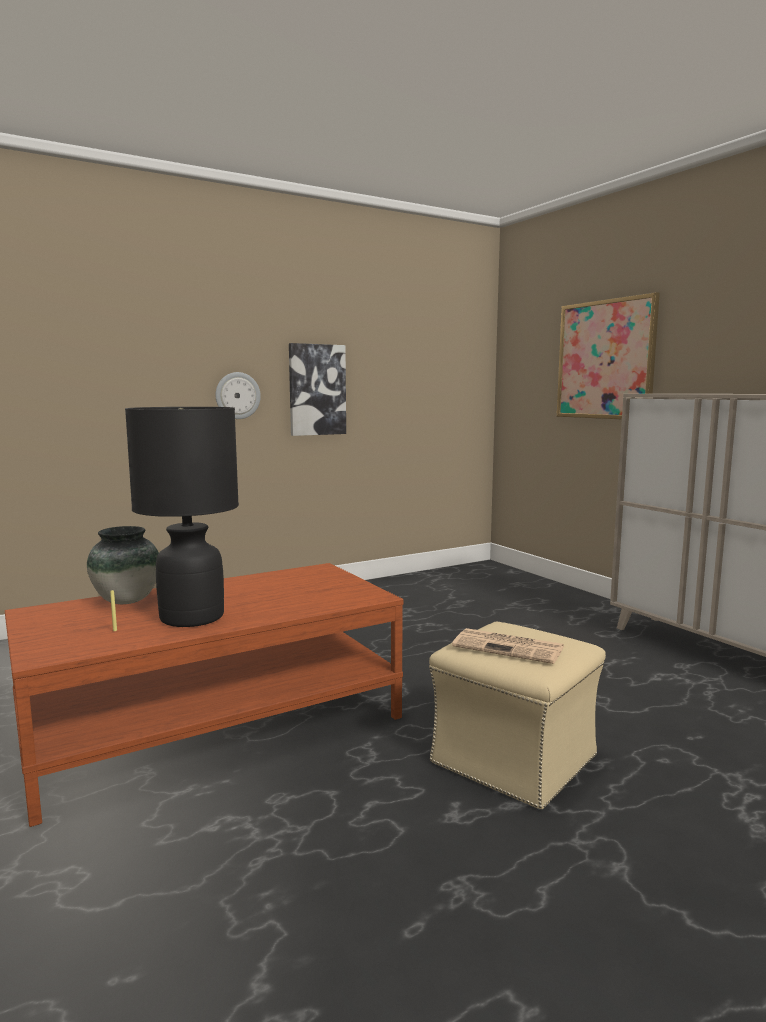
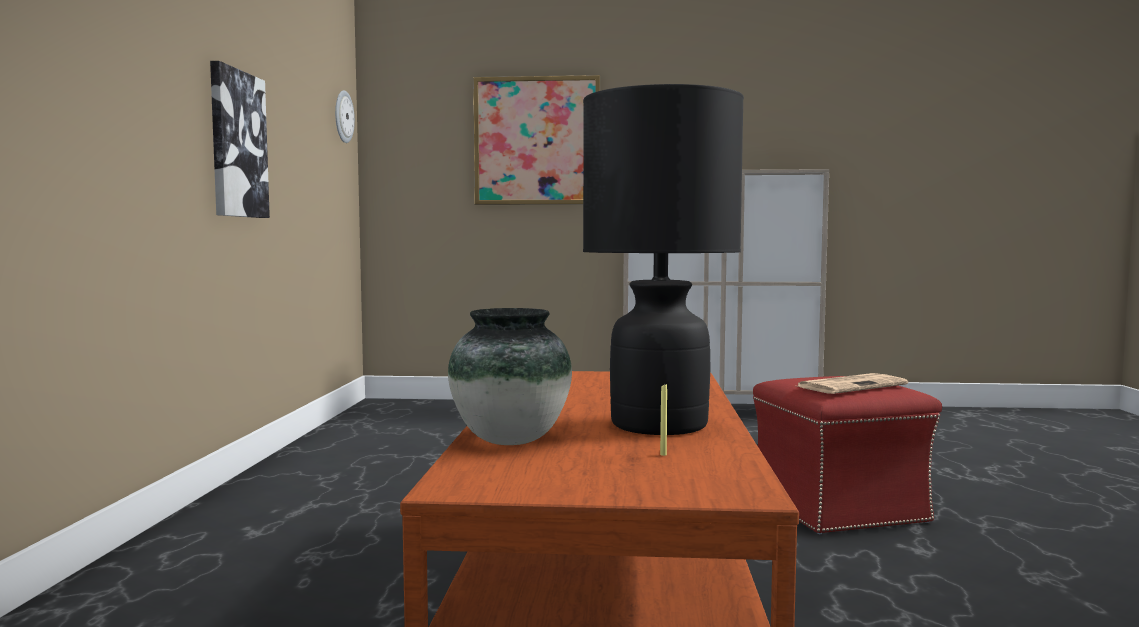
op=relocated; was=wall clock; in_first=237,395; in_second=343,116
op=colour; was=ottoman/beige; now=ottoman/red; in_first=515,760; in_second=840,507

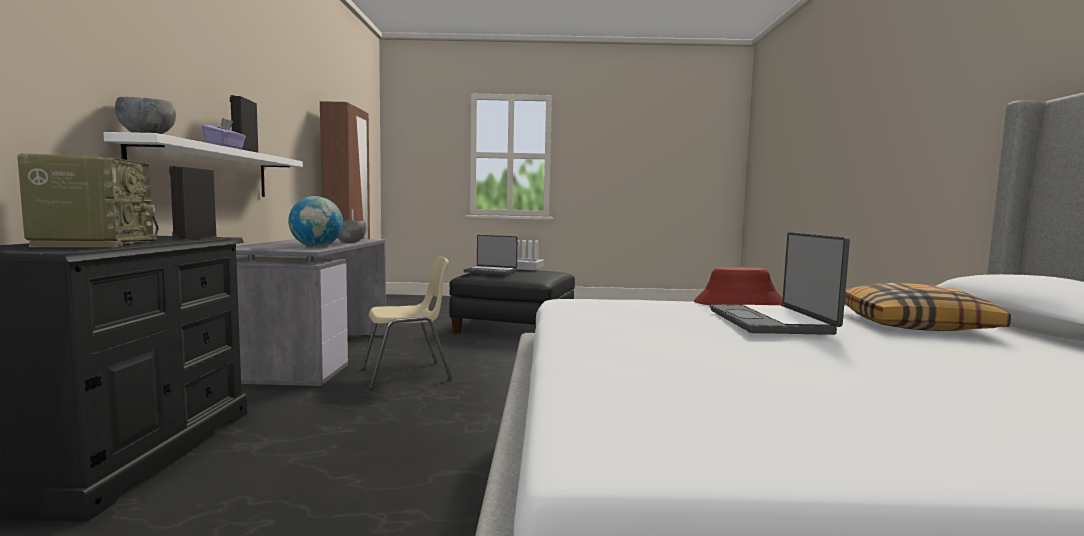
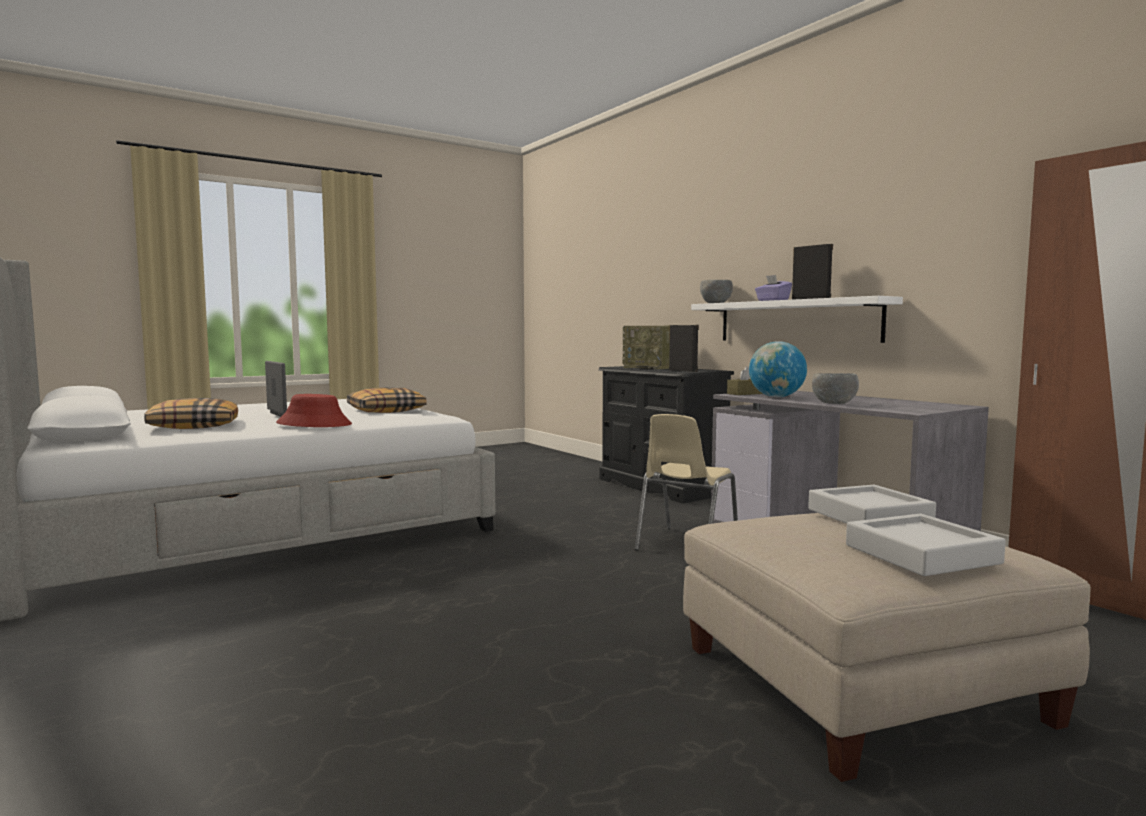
op=exchanged; was=laptop; now=tray/grey; in_first=491,271; in_second=869,516
op=colour; was=ottoman/black; now=ottoman/beige; in_first=515,327; in_second=859,684
op=appeared; now=tissue box/brown; in_second=745,393
op=appeared; now=pillow; in_second=385,411

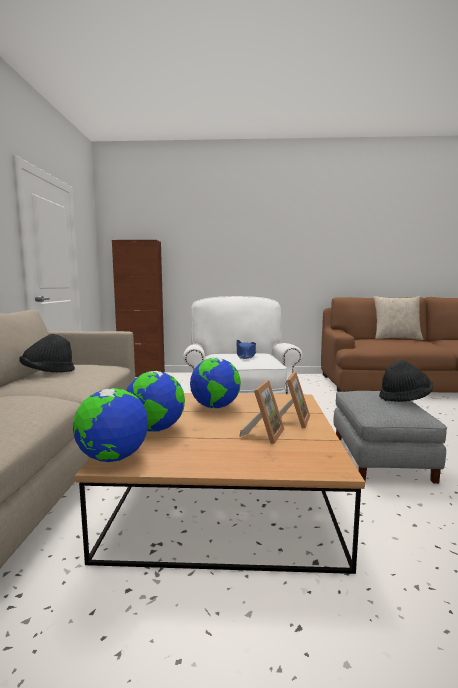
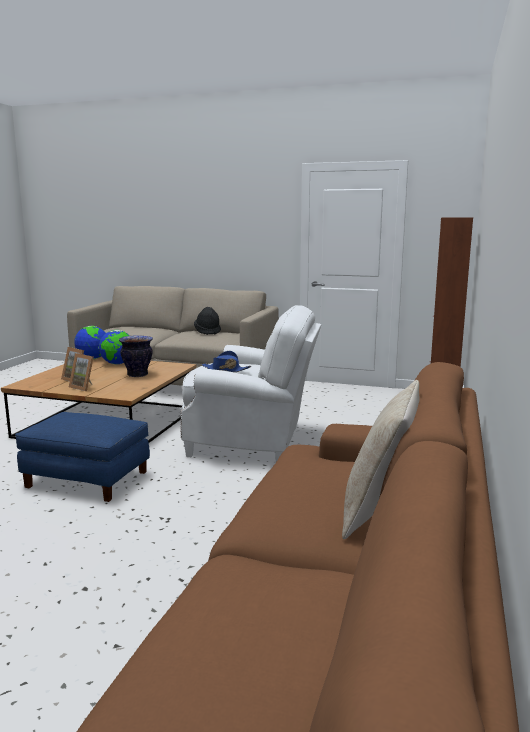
op=exchanged; was=globe; now=vase; in_first=215,407; in_second=138,375
op=missing; was=hat/black; in_first=404,398
op=colour; was=ottoman/grey; now=ottoman/blue; in_first=379,458; in_second=88,479

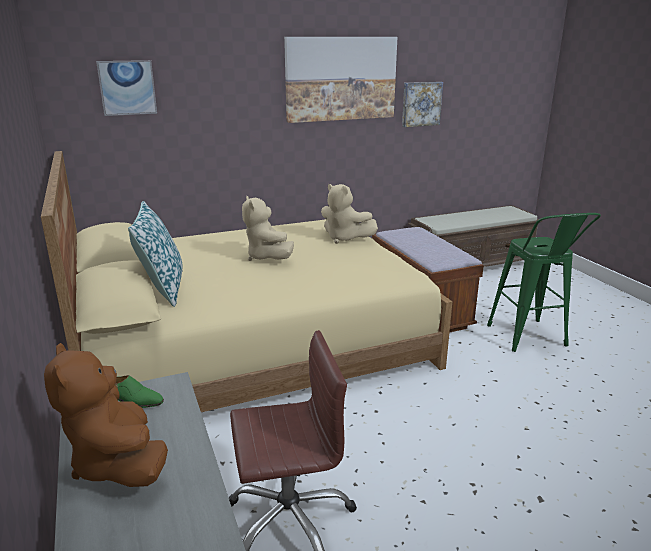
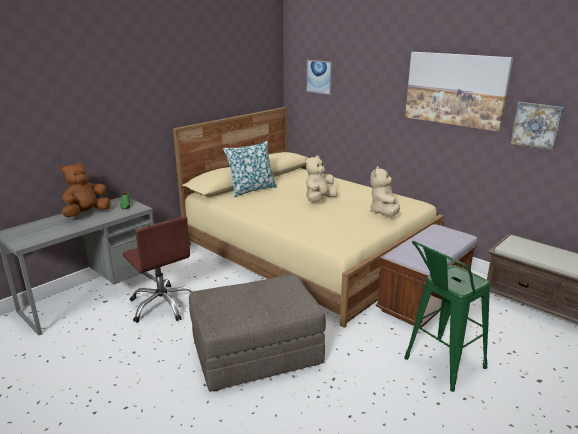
op=appeared; now=ottoman/grey; in_second=257,353

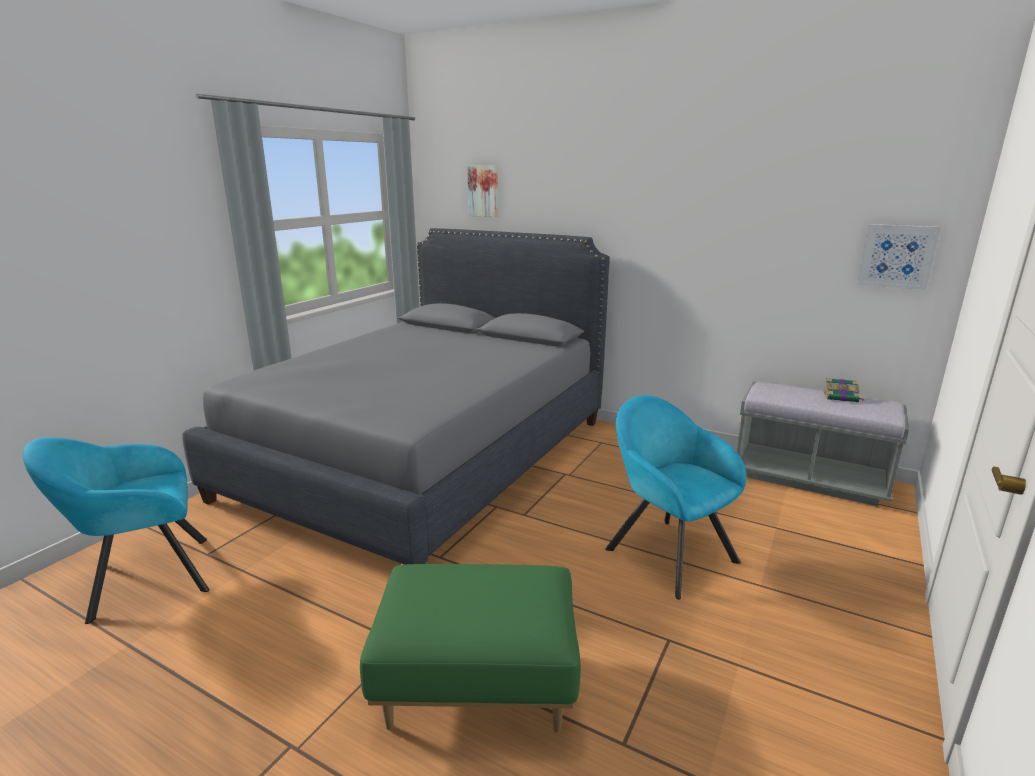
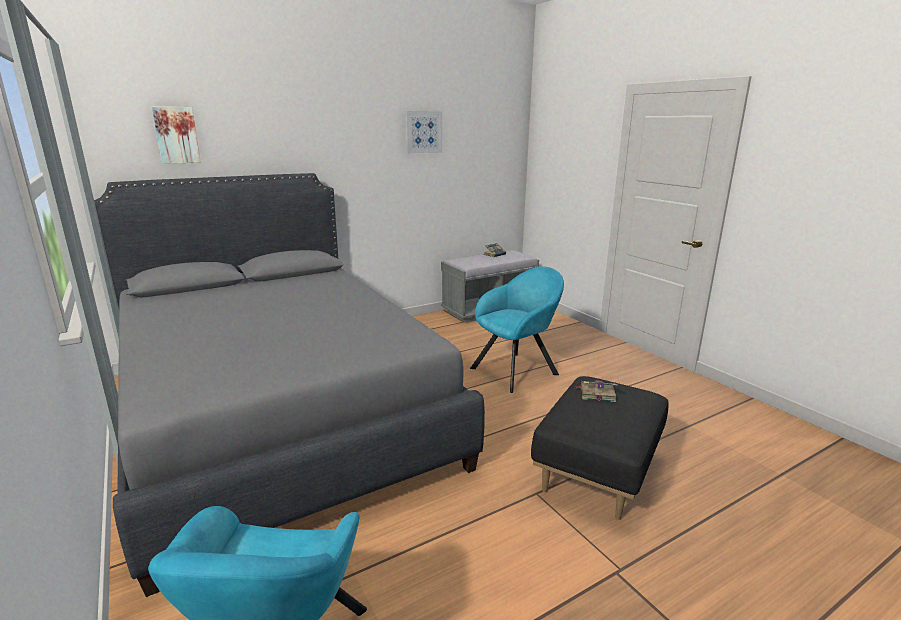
op=relocated; was=picture; in_first=897,256; in_second=423,132
op=spun; was=armchair/turquoise; in_first=666,551; in_second=517,370; clockwise=150
op=colour; was=ottoman/green; now=ottoman/black; in_first=476,688; in_second=598,473
op=appeared; now=book; in_second=596,393

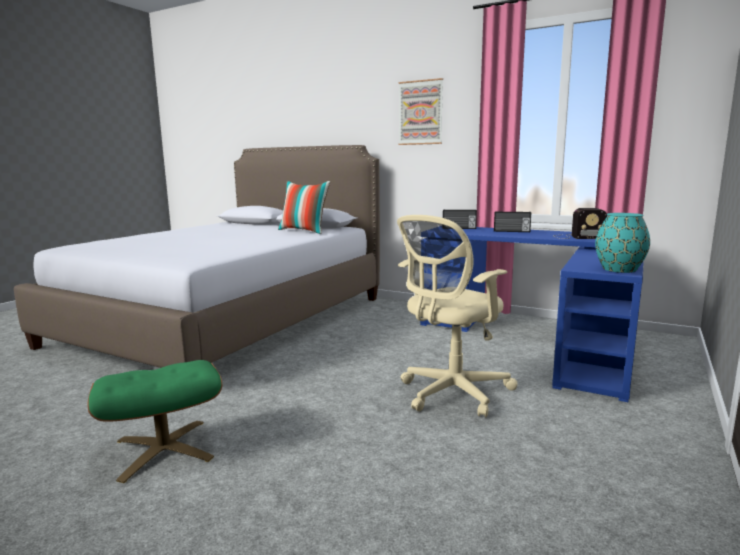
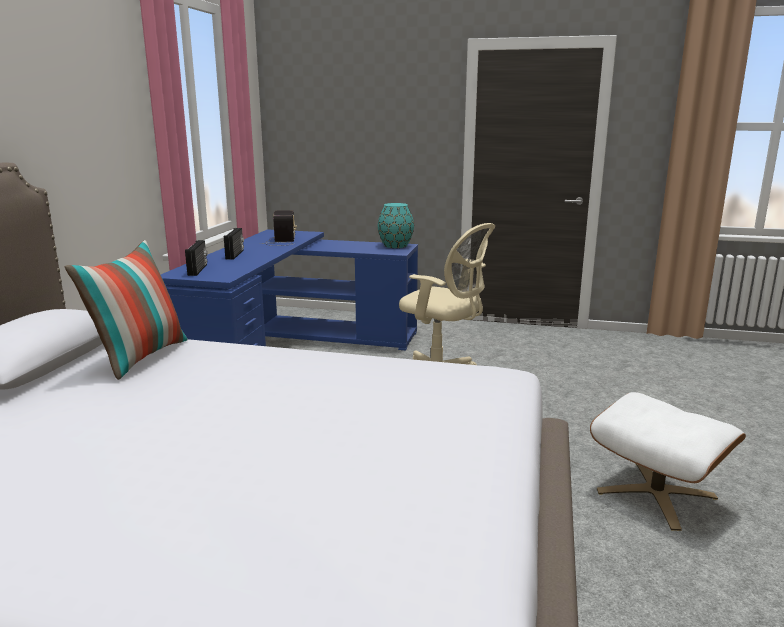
op=missing; was=picture; in_first=420,112
op=colour; was=ottoman/green; now=ottoman/white; in_first=164,450; in_second=656,494

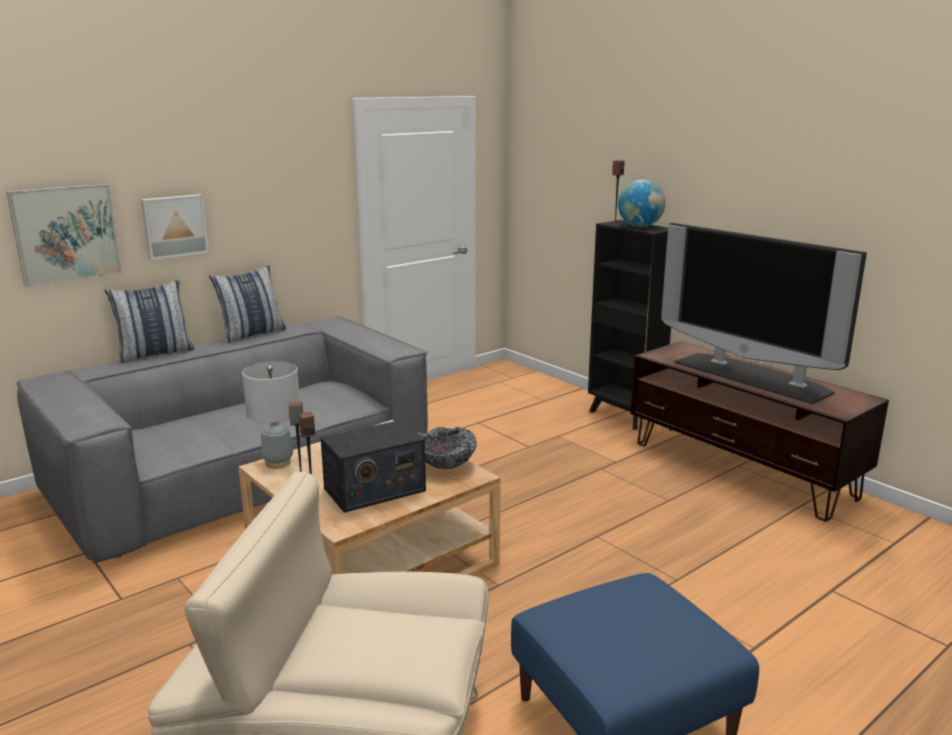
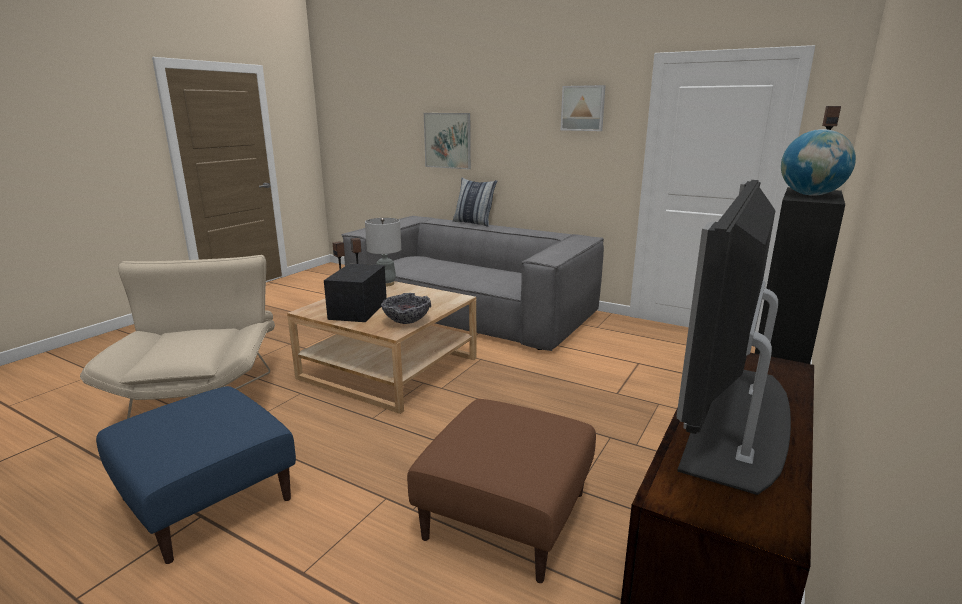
op=relocated; was=picture; in_first=174,226; in_second=583,108
op=missing; was=pillow; in_first=252,334
op=spun; was=radio; in_first=374,490; in_second=358,310; clockwise=60
op=appeared; now=ottoman/brown; in_second=506,516

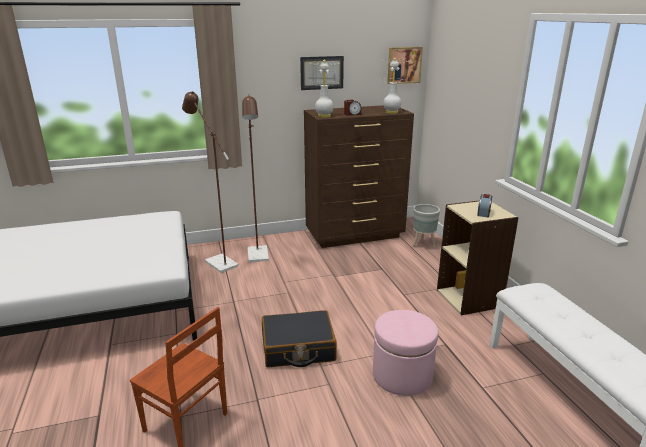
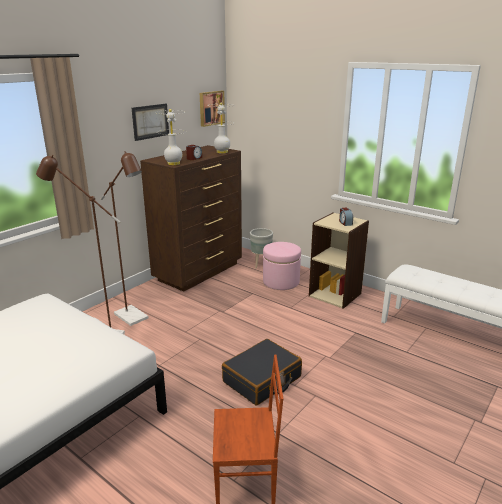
op=relocated; was=ottoman/pink; in_first=402,375; in_second=281,282

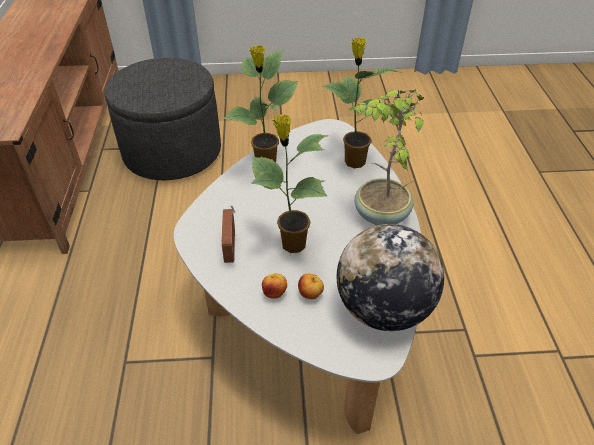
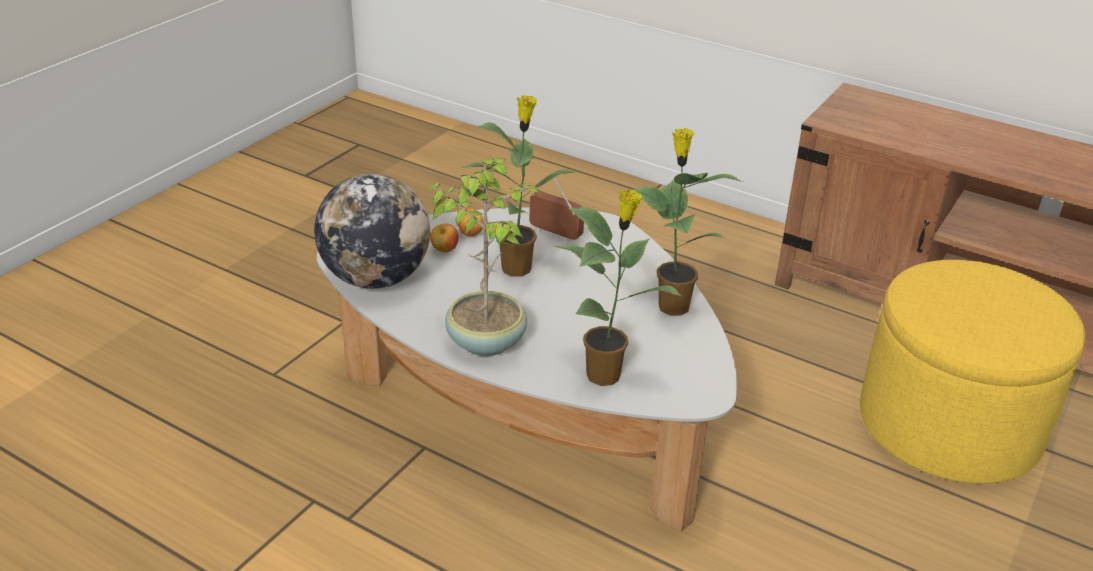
op=colour; was=ottoman/grey; now=ottoman/yellow; in_first=172,152; in_second=949,425

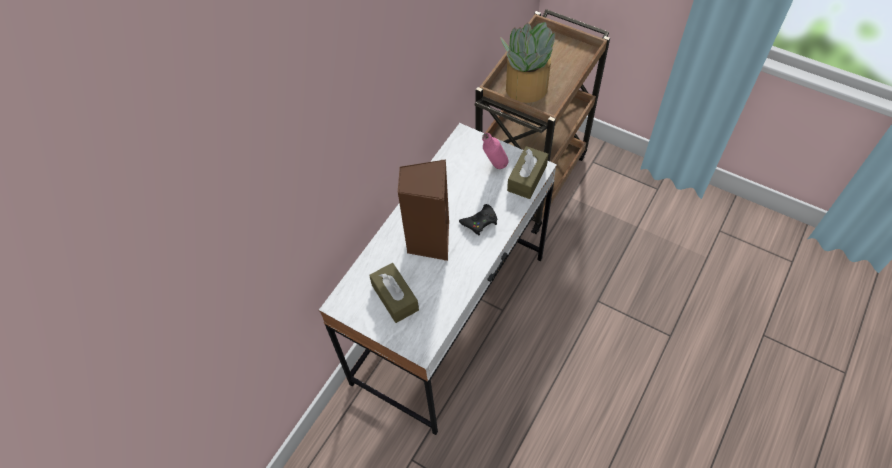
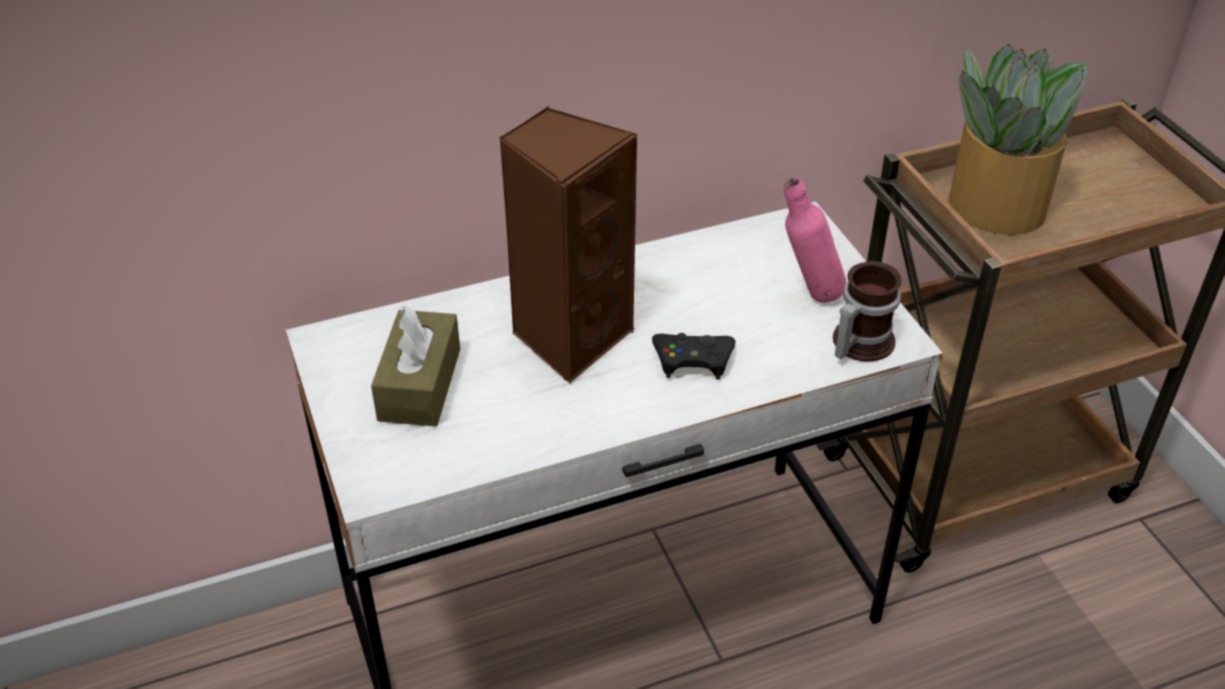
op=exchanged; was=tissue box/brown; now=mug; in_first=527,178; in_second=857,343

